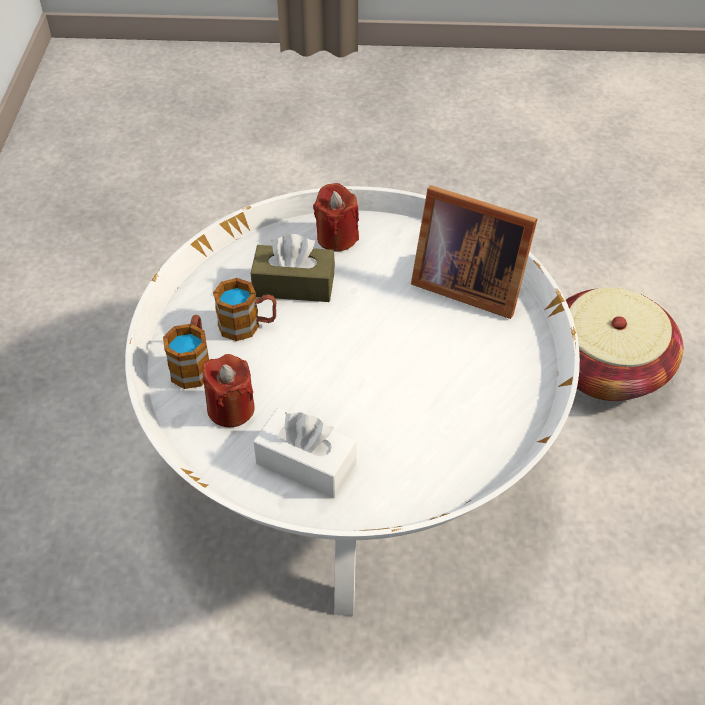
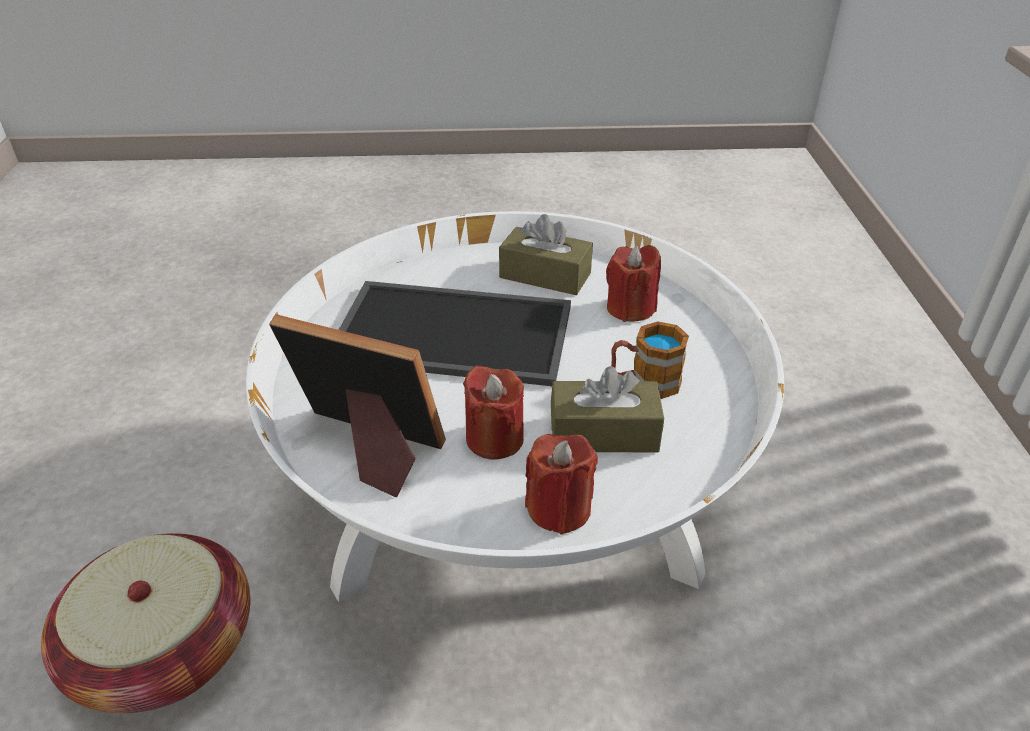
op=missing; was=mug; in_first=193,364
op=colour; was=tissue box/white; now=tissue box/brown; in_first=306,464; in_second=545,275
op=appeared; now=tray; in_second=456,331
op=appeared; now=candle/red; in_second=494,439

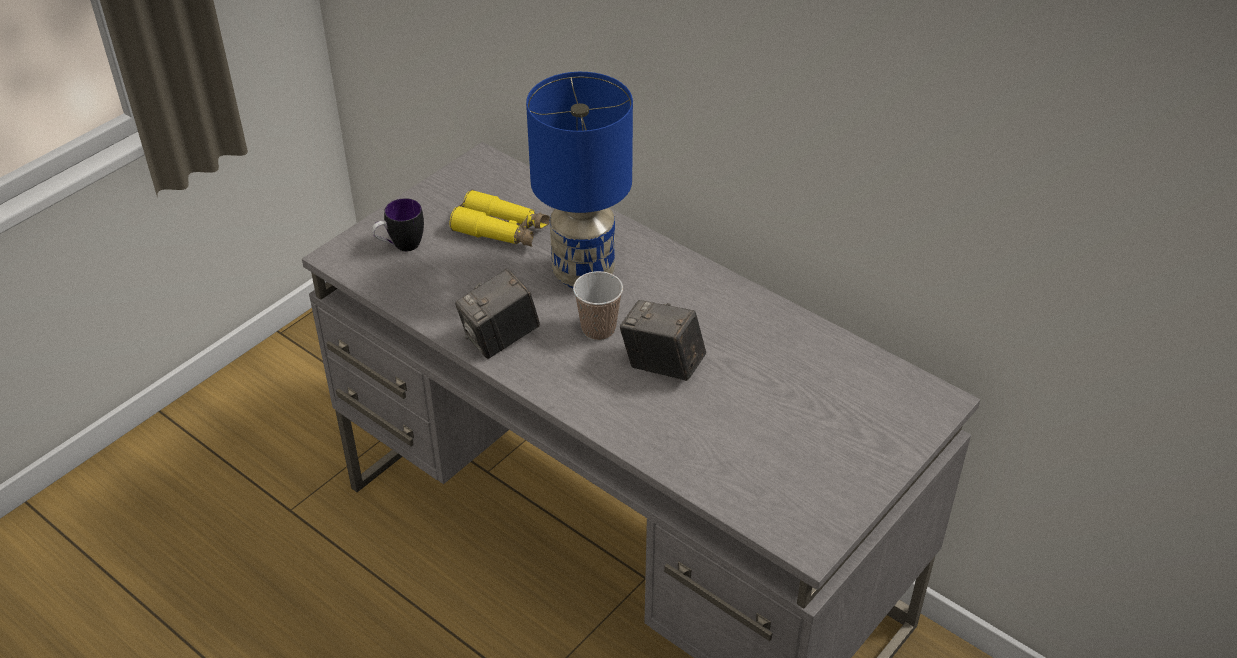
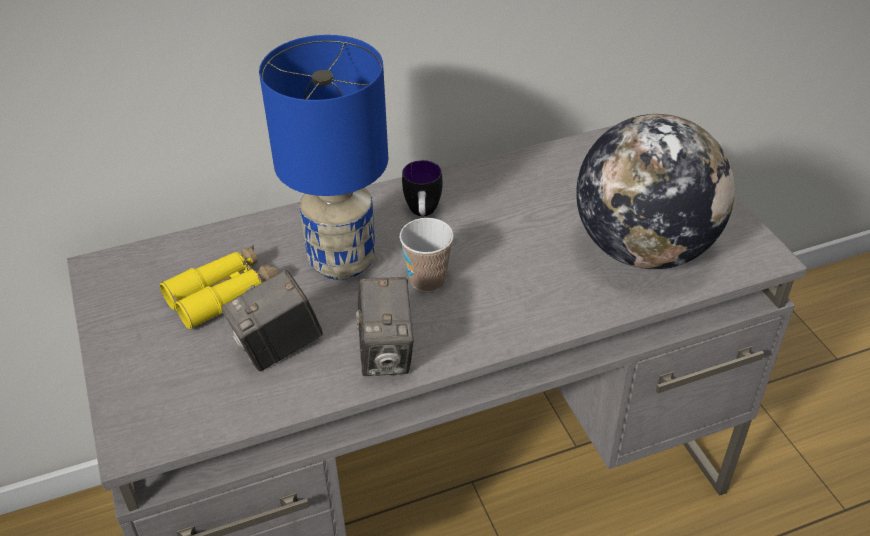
op=relocated; was=mug; in_first=400,246; in_second=422,214
op=relocated; was=photo camera; in_first=662,366; in_second=278,348
op=appeared; now=globe; in_second=643,249

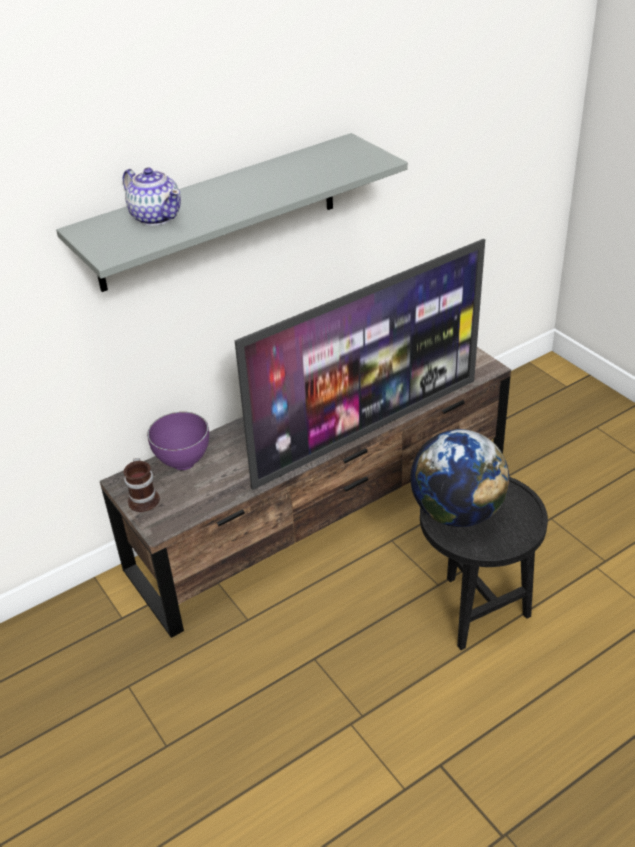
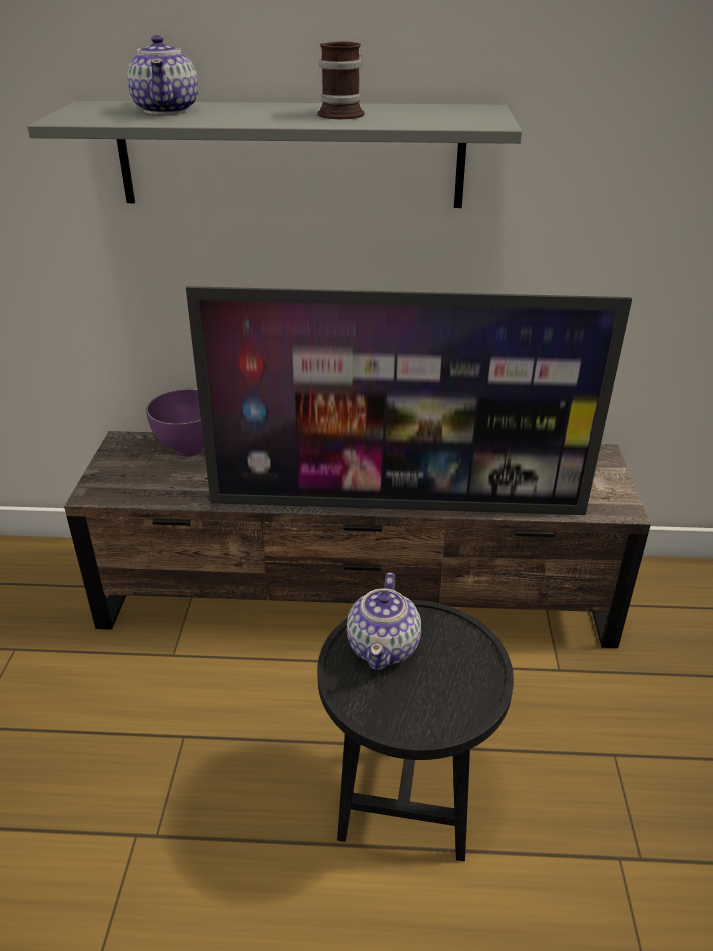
op=exchanged; was=globe; now=teapot; in_first=457,512; in_second=384,647
op=relocated; was=mug; in_first=145,498; in_second=345,114

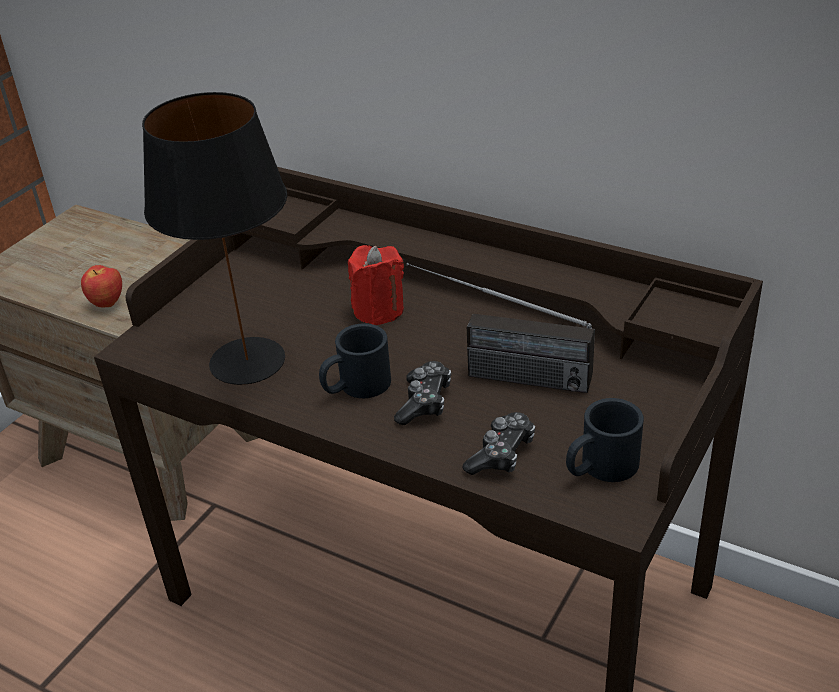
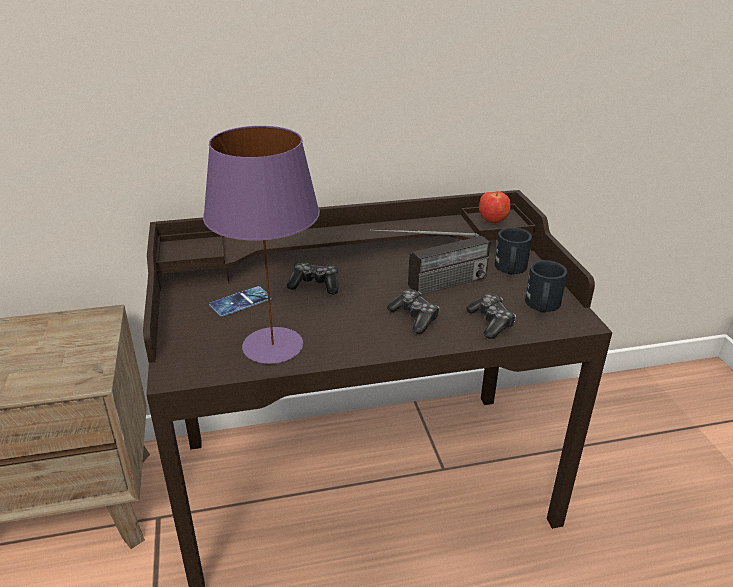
op=colour; was=table lamp/black; now=table lamp/purple; in_first=248,360; in_second=272,344
op=exchanged; was=candle/red; now=game controller; in_first=378,310; in_second=315,285
op=relocated; was=apple; in_first=107,304; in_second=493,221
op=relocated; was=mug/black; in_first=355,387; in_second=510,269
op=appeared; now=phone; in_second=241,302

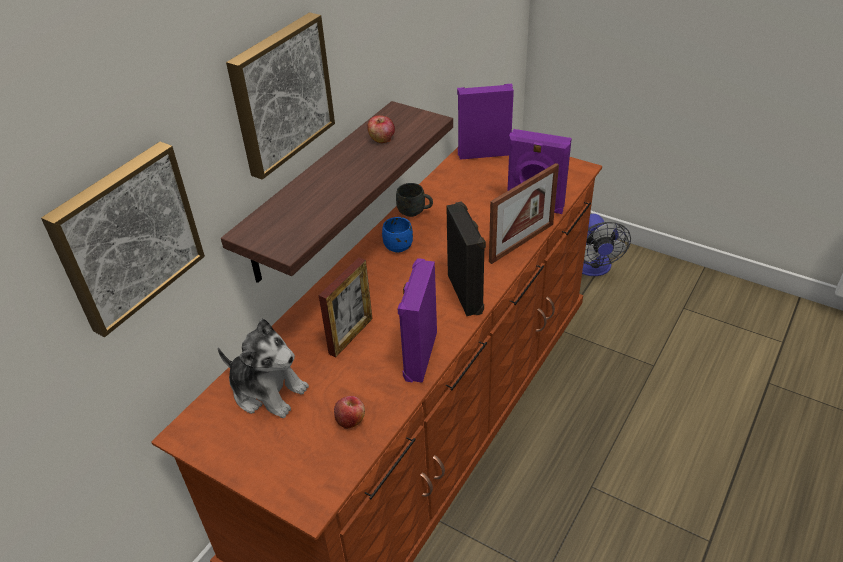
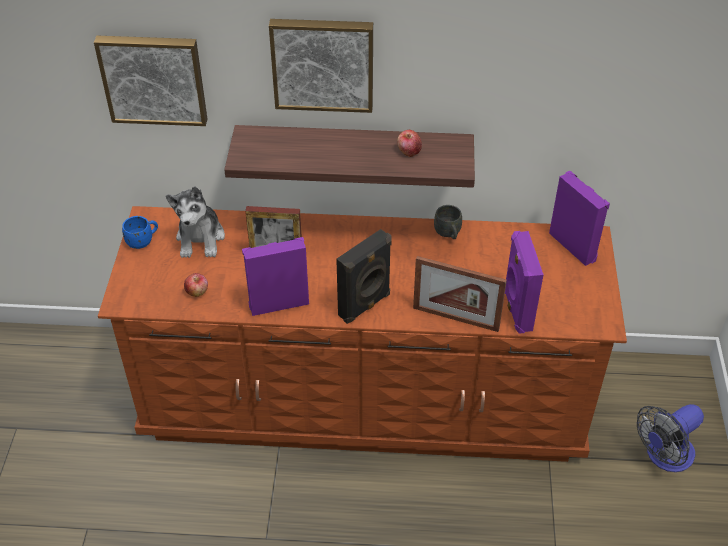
op=relocated; was=mug/blue; in_first=398,244; in_second=143,241

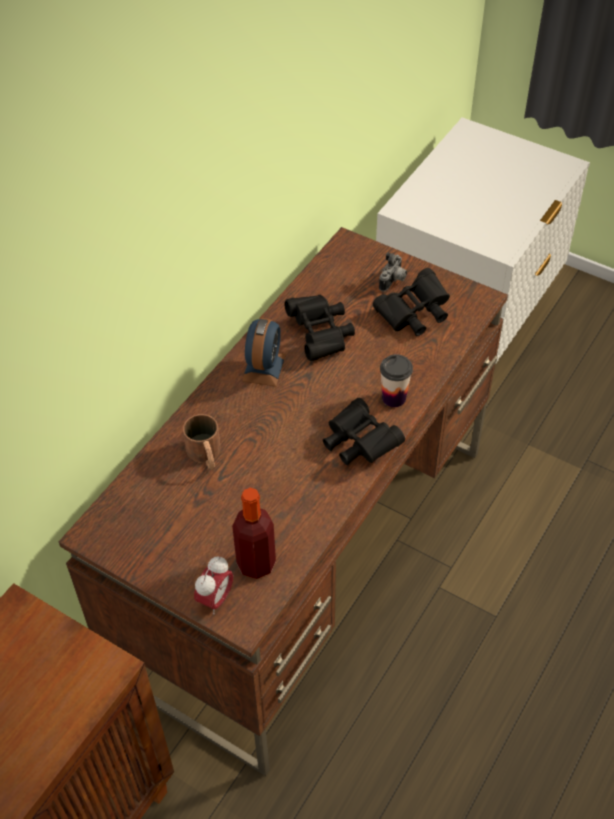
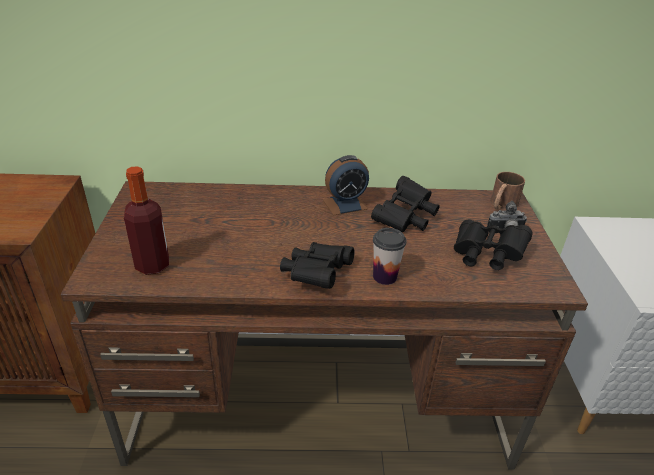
op=relocated; was=mug/brown; in_first=206,455; in_second=501,205
op=missing; was=alarm clock; in_first=215,599

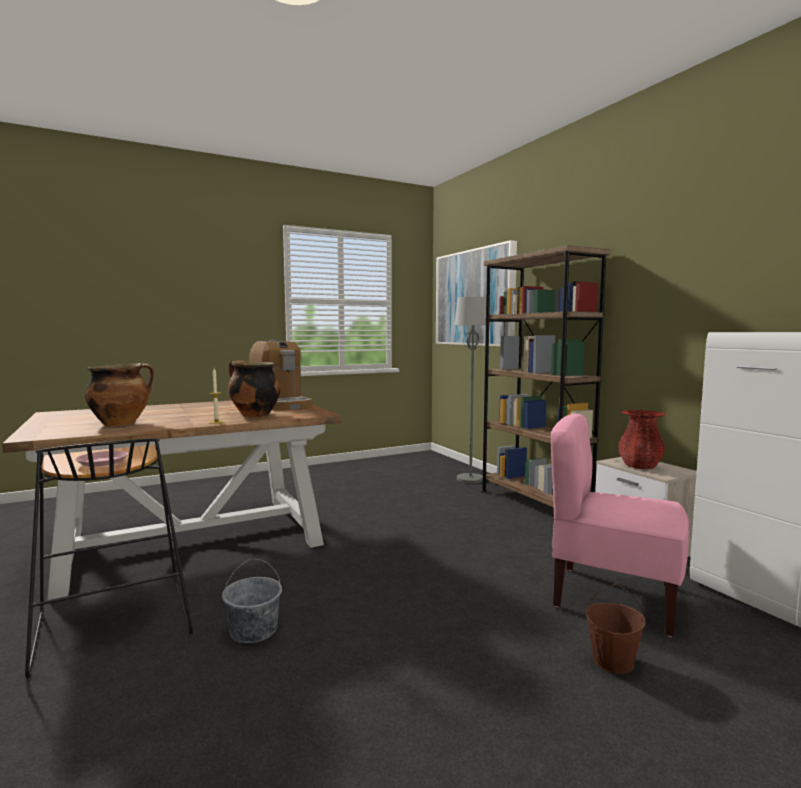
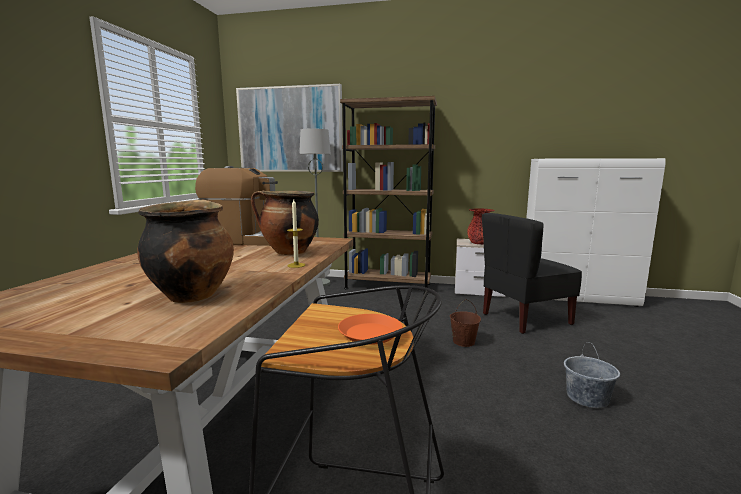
op=colour; was=chair/pink; now=chair/black; in_first=613,597; in_second=525,319
op=colour; was=plate/pink; now=plate/orange; in_first=103,462; in_second=370,333
op=relocated; was=bucket/grey; in_first=253,630; in_second=587,398
op=relocated; was=bucket/brown; in_first=613,661; in_second=463,342

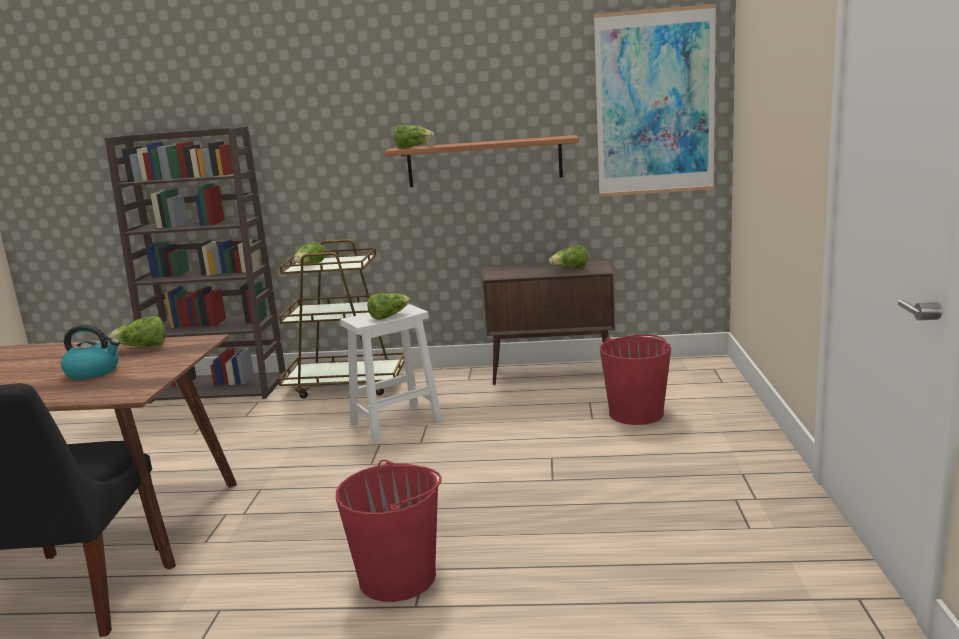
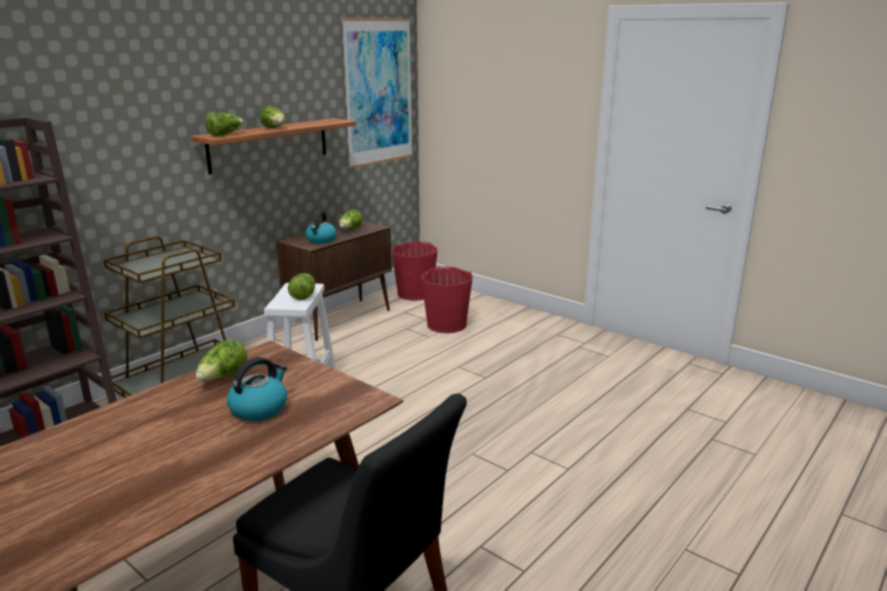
op=relocated; was=lettuce; in_first=310,265; in_second=275,128
op=relocated; was=bucket/red; in_first=398,577; in_second=415,293
op=appeared; now=kettle; in_second=321,240

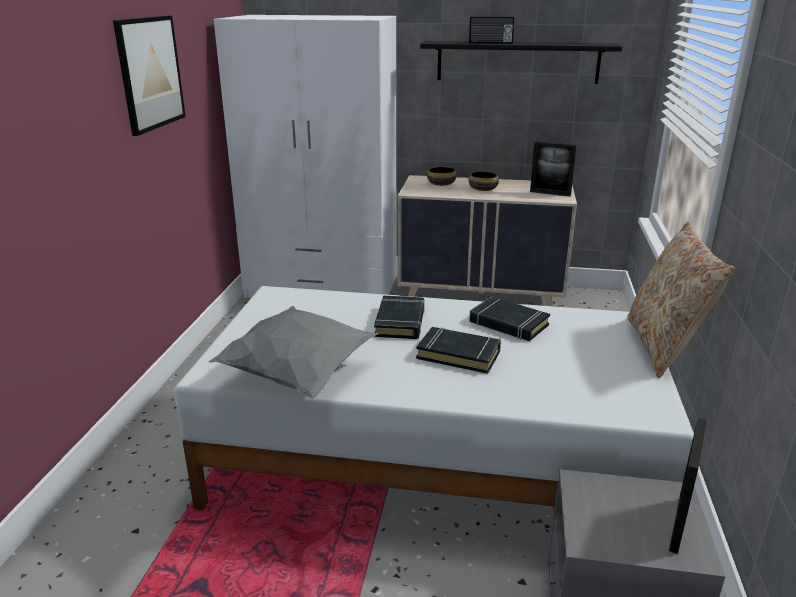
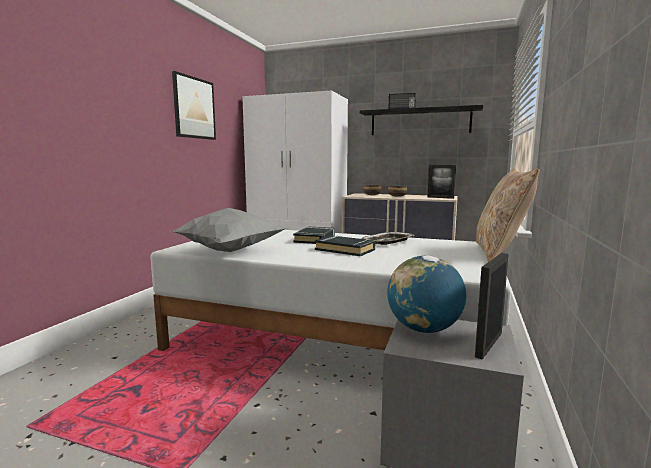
op=exchanged; was=book/black; now=tray; in_first=508,324; in_second=388,242
op=appeared; now=globe; in_second=424,329

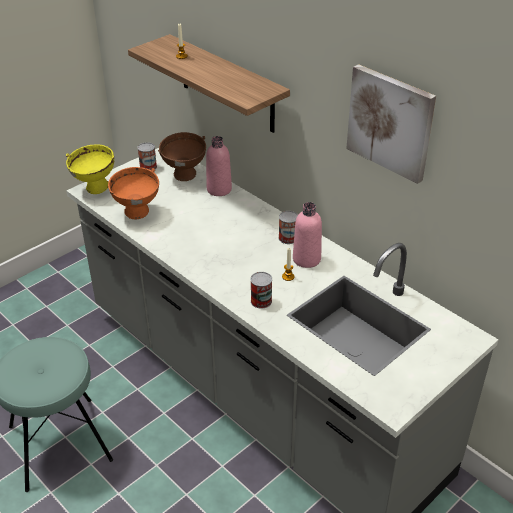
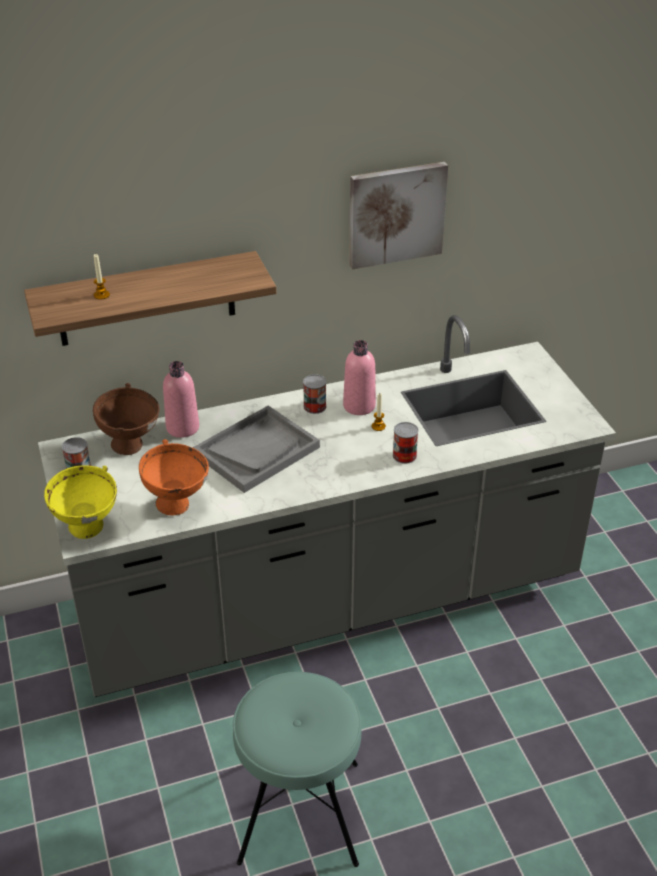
op=appeared; now=tray/grey; in_second=257,451

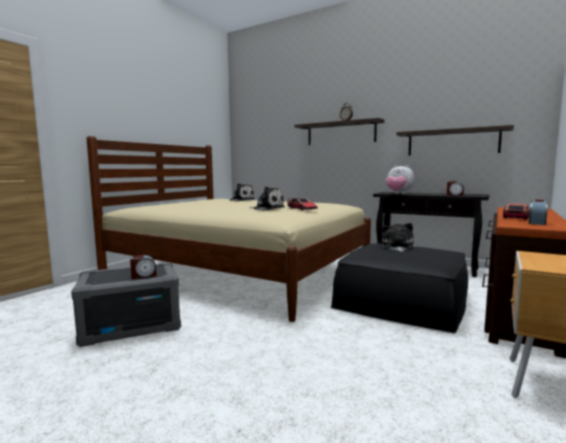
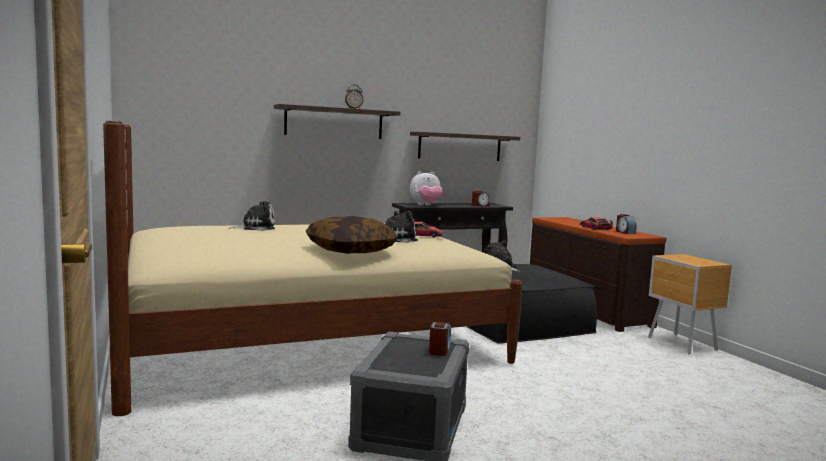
op=appeared; now=pillow; in_second=350,250

